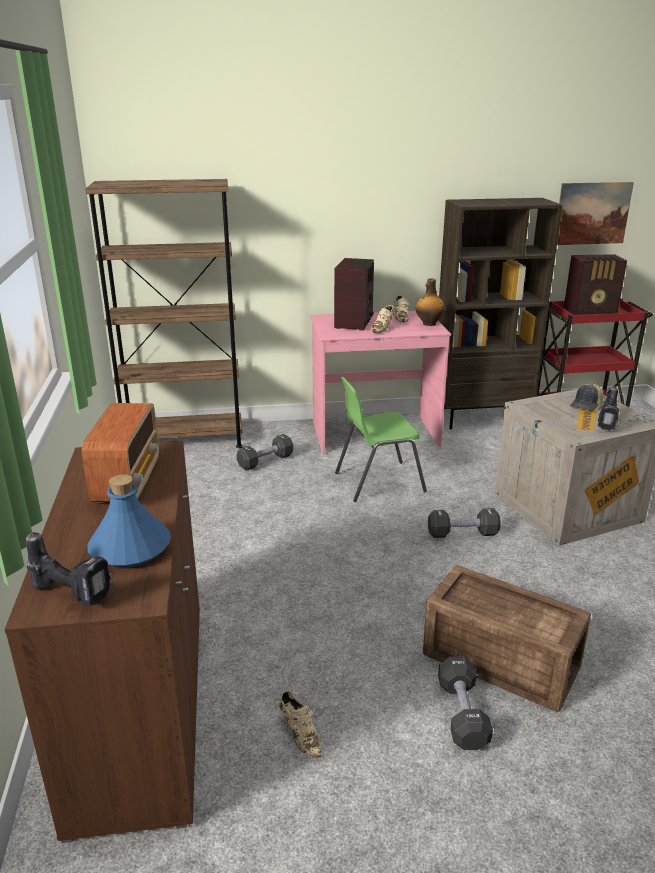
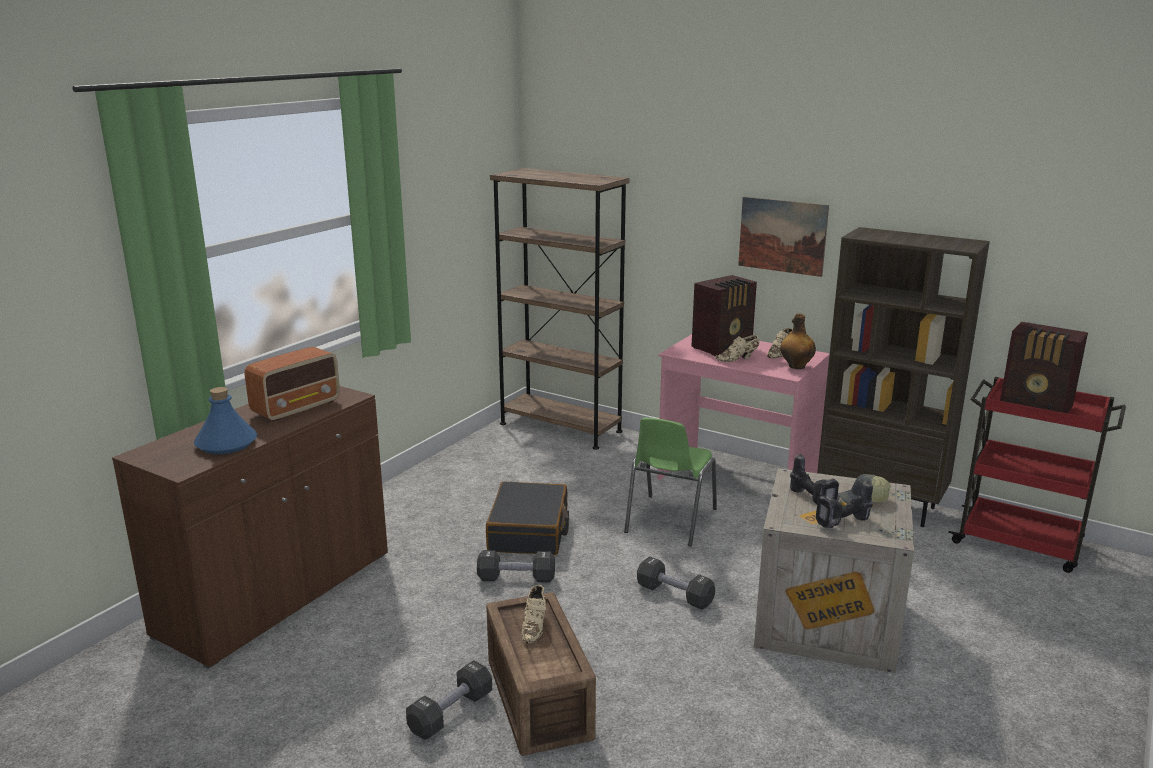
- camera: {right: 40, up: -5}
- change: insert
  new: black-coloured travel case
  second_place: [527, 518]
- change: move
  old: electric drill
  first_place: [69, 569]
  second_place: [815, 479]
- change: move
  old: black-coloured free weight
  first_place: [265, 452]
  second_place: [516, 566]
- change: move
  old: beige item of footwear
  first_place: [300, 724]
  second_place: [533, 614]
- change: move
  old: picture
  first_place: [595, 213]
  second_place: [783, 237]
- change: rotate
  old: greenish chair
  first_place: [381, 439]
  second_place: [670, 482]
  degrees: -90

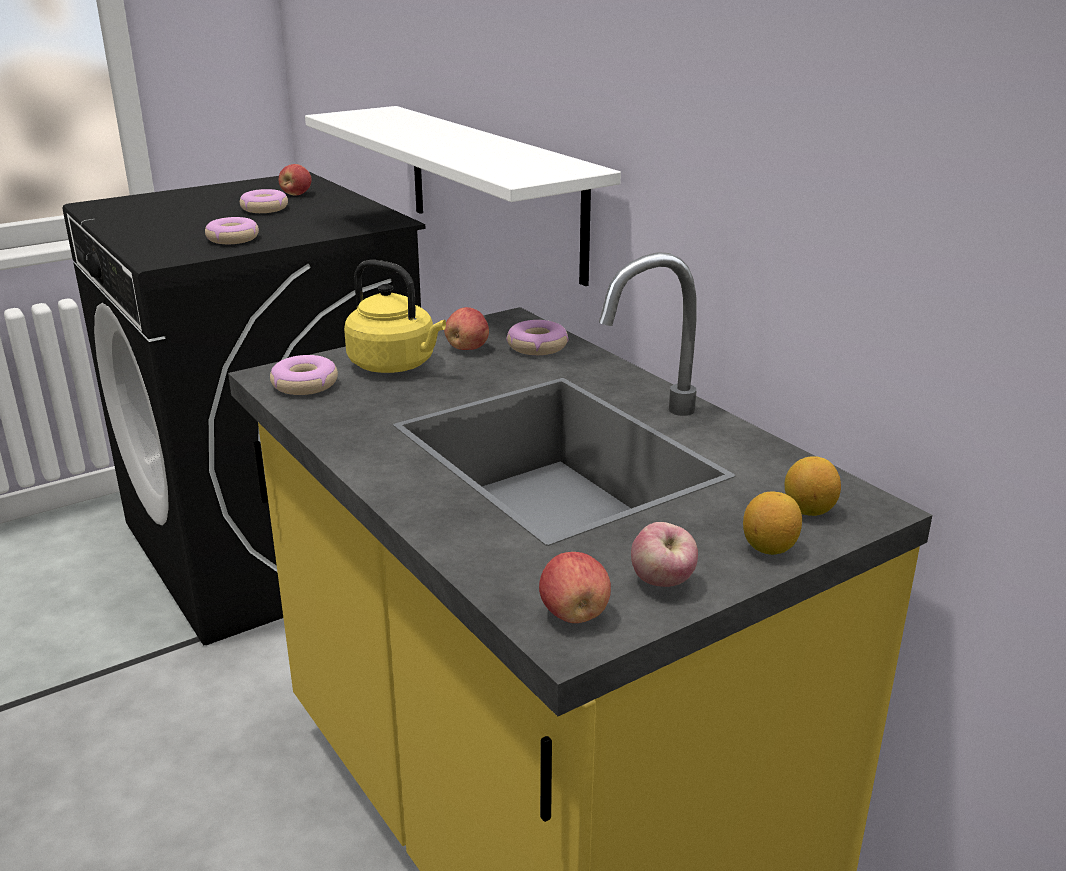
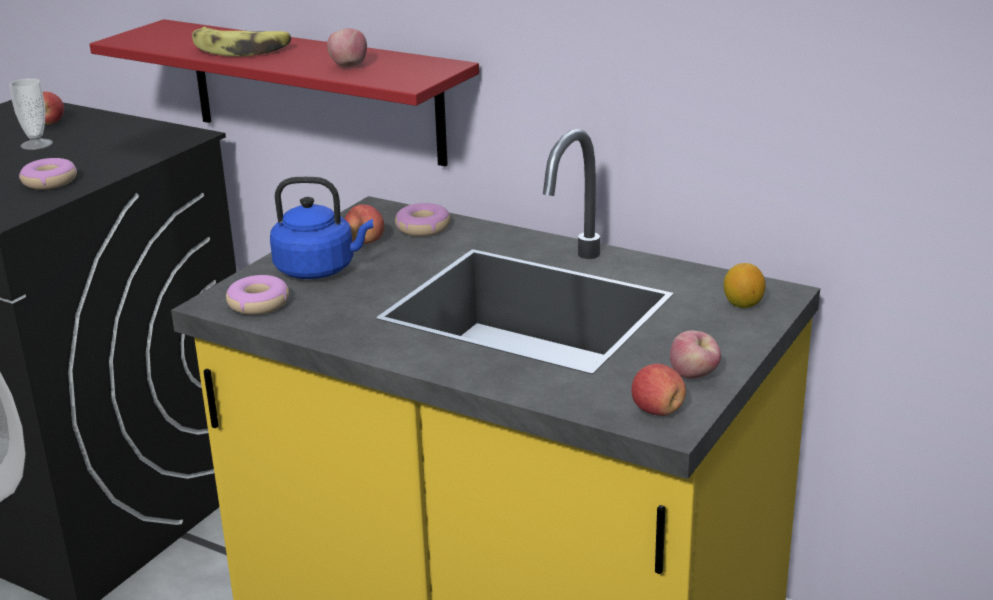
- camera: {right: -25, up: 0}
- change: delete
  old: citrus fruit
  first_place: [772, 523]
- change: insert
  new: banana
  second_place: [241, 42]
- change: insert
  new: apple
  second_place: [347, 47]
- change: replace
  old: donut
  new: small cup
  first_place: [264, 201]
  second_place: [31, 114]
- change: recolor
  old: whitish wall shelf
  new: reddish wall shelf
  first_place: [463, 196]
  second_place: [284, 93]
- change: recolor
  old: yellowish water kettle
  new: bluish water kettle
  first_place: [395, 316]
  second_place: [321, 228]

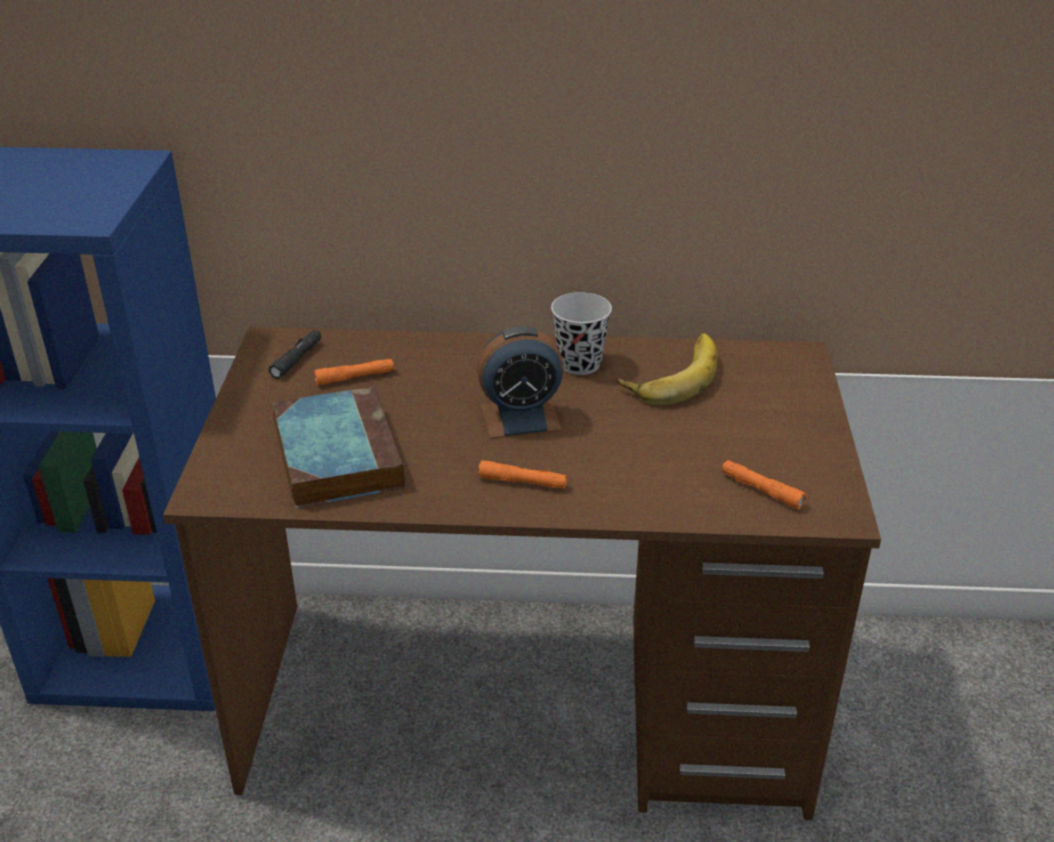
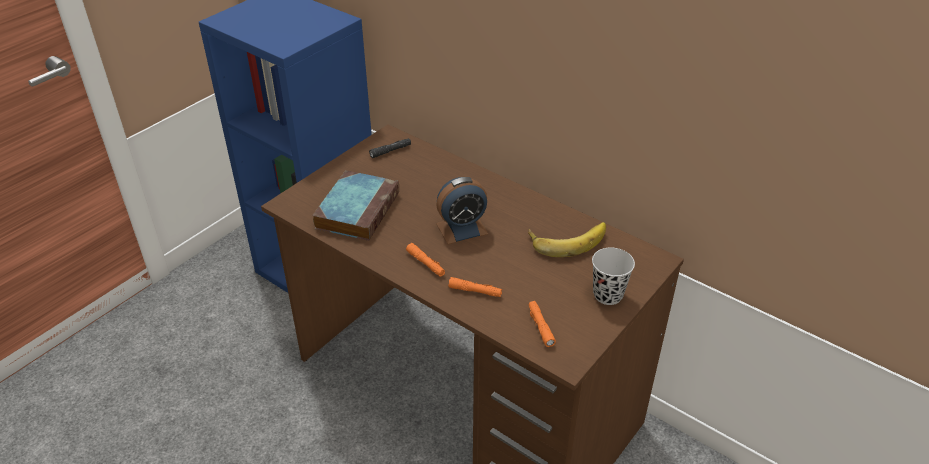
- camera: {right: 35, up: 5}
- change: move
  old: orange-coloured flashlight
  first_place: [354, 372]
  second_place: [475, 287]
- change: move
  old: black-coloured small cup
  first_place: [581, 333]
  second_place: [613, 276]
- change: rotate
  old: bedside clock
  first_place: [520, 382]
  second_place: [462, 210]
  degrees: -45

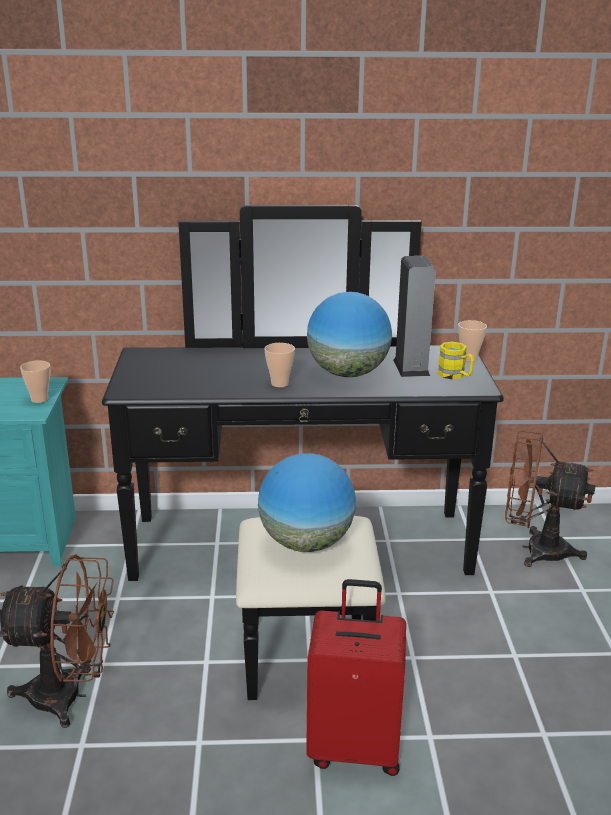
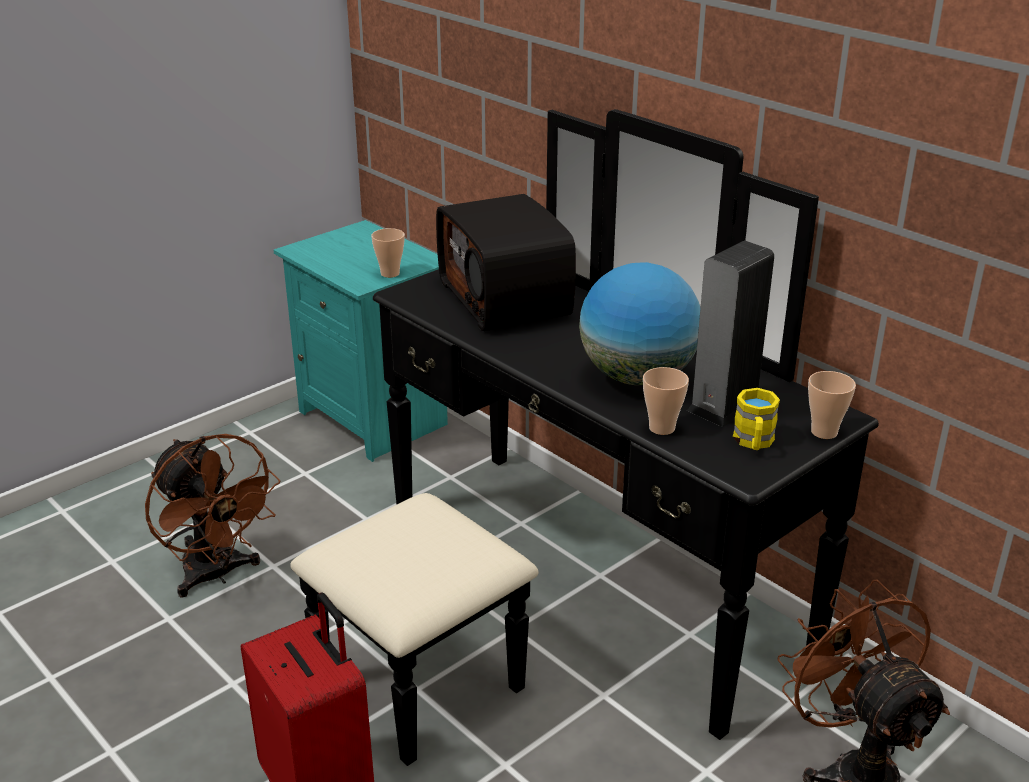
- camera: {right: 50, up: 5}
- change: delete
  old: world globe
  first_place: [307, 502]
- change: insert
  new: radio set
  second_place: [506, 262]
- change: move
  old: small cup
  first_place: [280, 365]
  second_place: [666, 401]

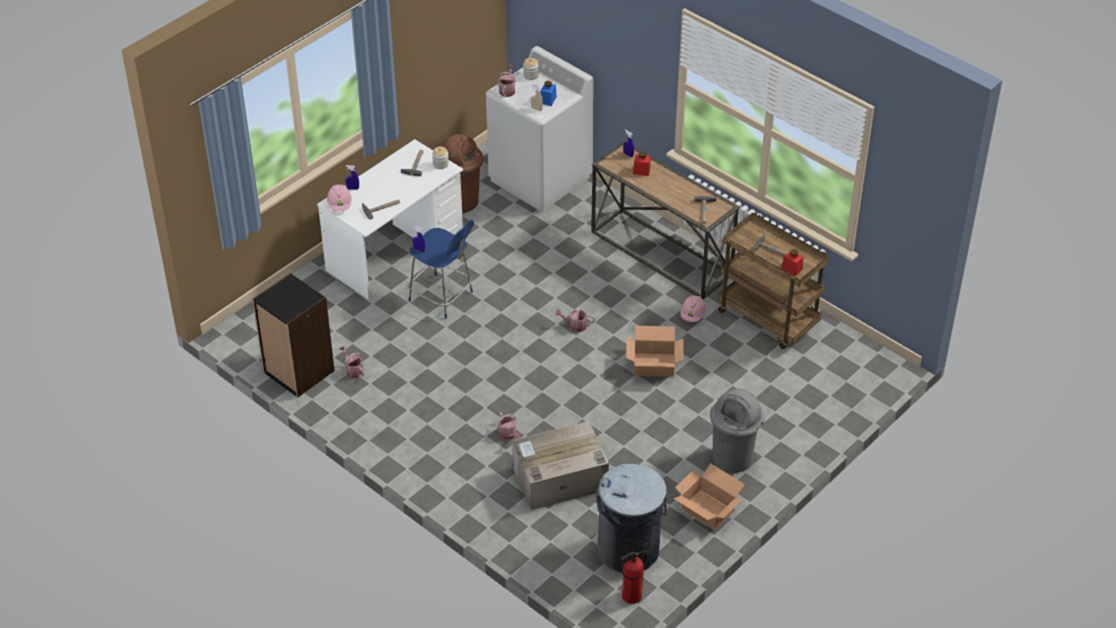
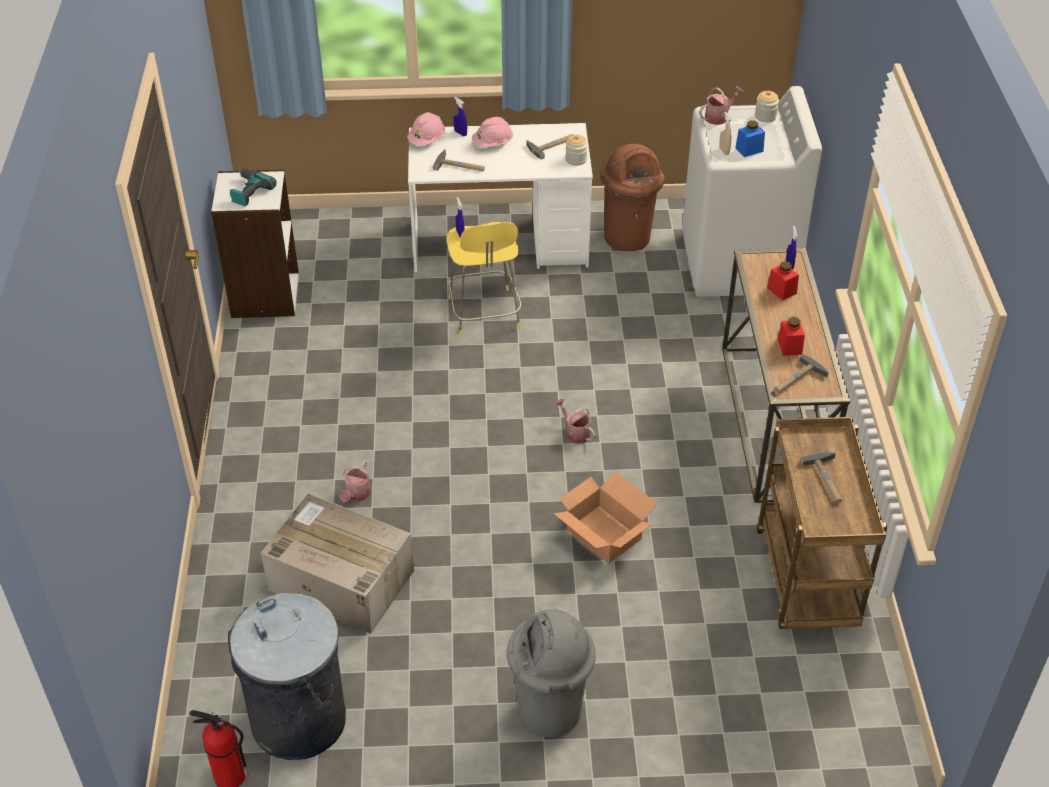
- camera: {right: 45, up: 0}
- change: delete
  old: sprinkling can
  first_place: [351, 362]
- change: delete
  old: carton
  first_place: [709, 496]
- change: insert
  new: electric drill
  second_place: [253, 187]
- change: move
  old: pink-coloured safety helmet
  first_place: [693, 308]
  second_place: [492, 132]
- change: move
  old: reddish storage jar
  first_place: [792, 262]
  second_place: [791, 336]
- change: recolor
  old: black-coloured bookshelf
  new: whitish bookshelf
  first_place: [293, 335]
  second_place: [255, 244]
- change: recolor
  old: bluish stool seat
  new: yellowish stool seat
  first_place: [441, 269]
  second_place: [483, 280]

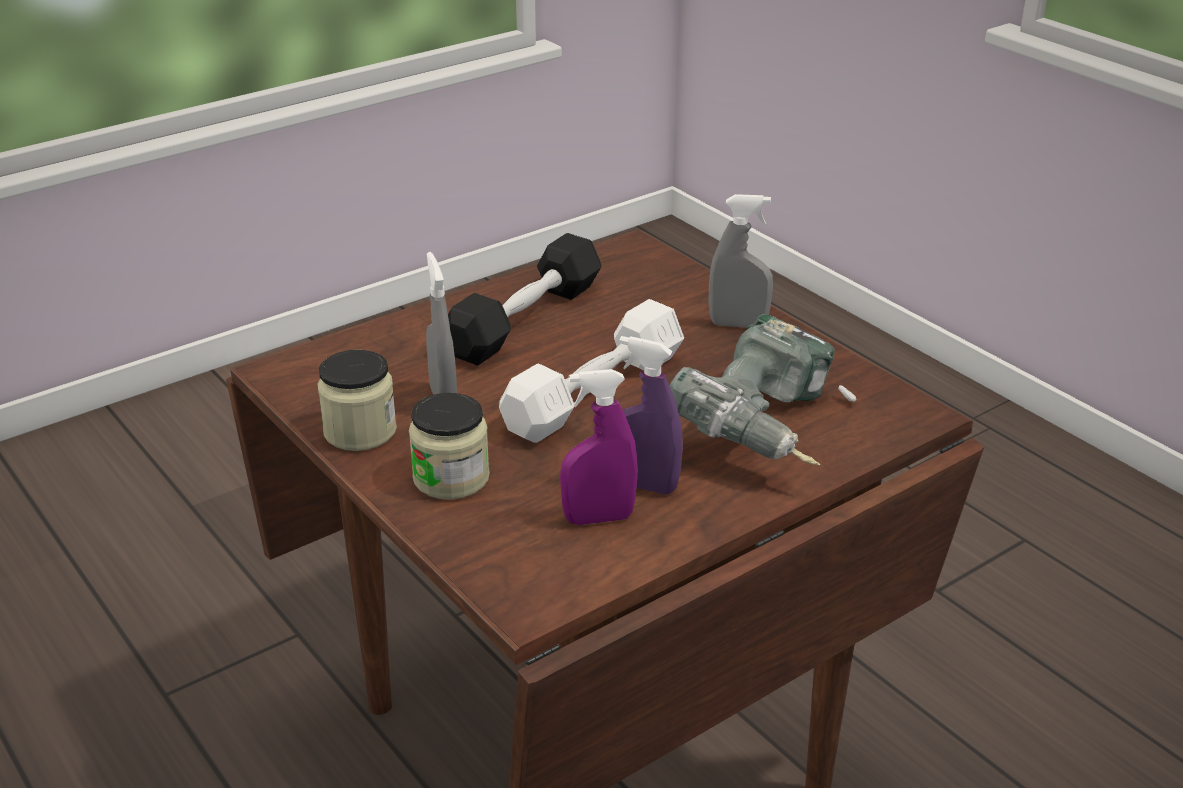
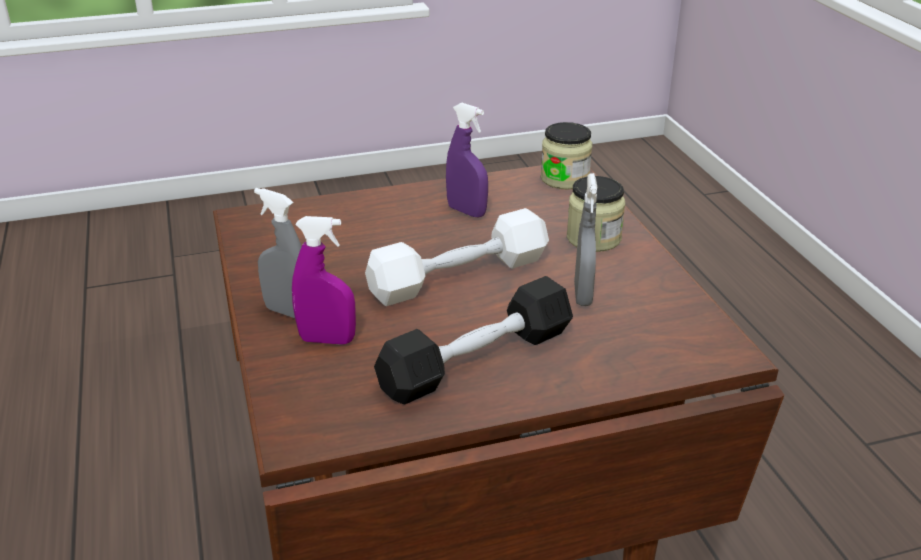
- camera: {right: -160, up: 0}
- change: delete
  old: electric drill
  first_place: [763, 390]
- change: move
  old: storage jar
  first_place: [357, 400]
  second_place: [567, 156]
- change: move
  old: purplish hand sprayer
  first_place: [599, 447]
  second_place: [324, 280]

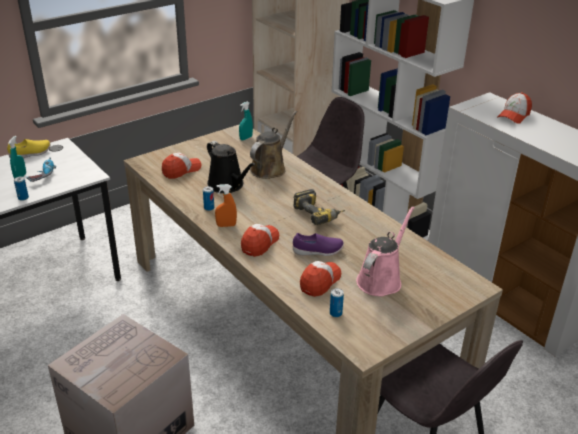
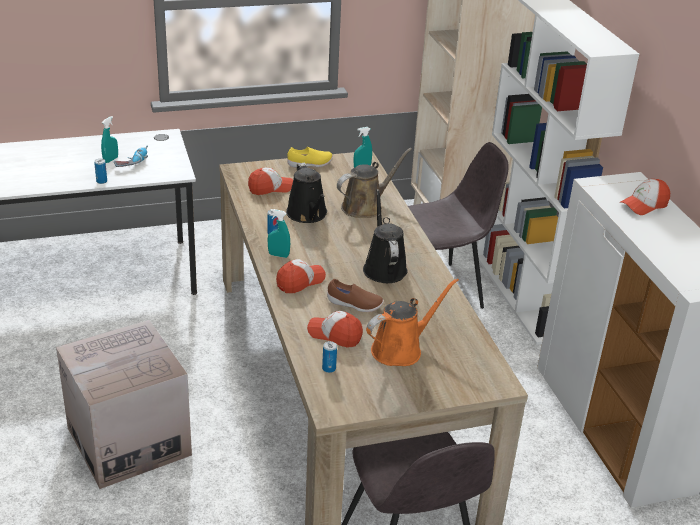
- camera: {right: 20, up: 0}
- change: move
  old: yellowish item of footwear
  first_place: [28, 148]
  second_place: [310, 157]
- change: replace
  old: electric drill
  new: black-coloured sprinkling can
  first_place: [319, 207]
  second_place: [385, 236]
- change: recolor
  old: orange-coloured hand sprayer
  new: turquoise hand sprayer
  first_place: [226, 205]
  second_place: [279, 233]
- change: recolor
  old: purplish item of footwear
  new: brown item of footwear
  first_place: [318, 244]
  second_place: [355, 295]
- change: recolor
  old: pink-coloured sprinkling can
  new: orange-coloured sprinkling can
  first_place: [385, 251]
  second_place: [412, 322]
- change: rotate
  old: cap
  first_place: [320, 279]
  second_place: [335, 329]
  degrees: -120

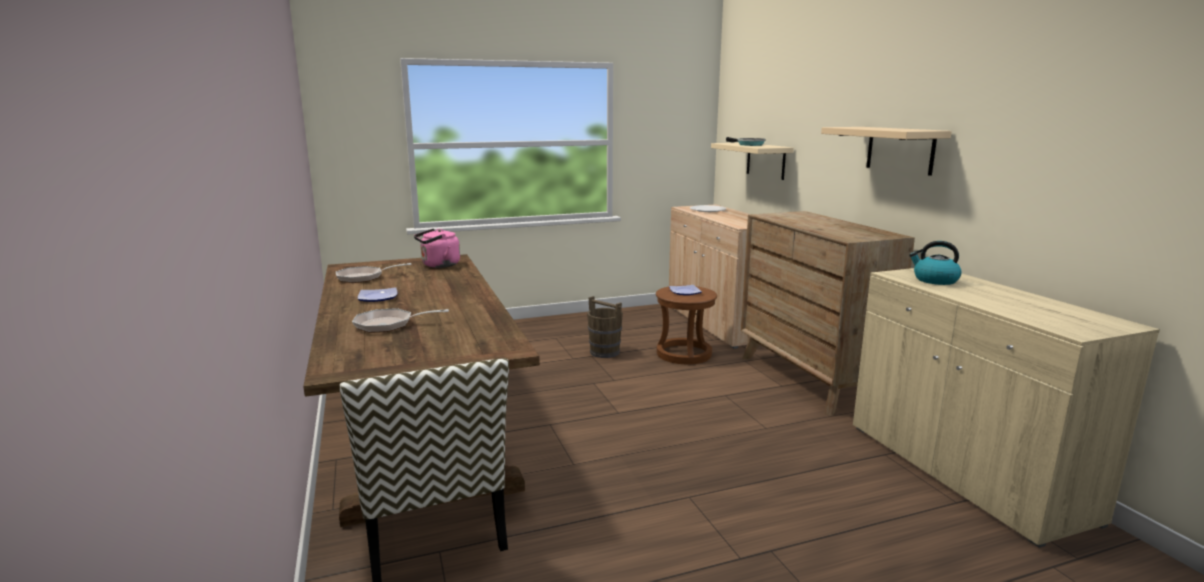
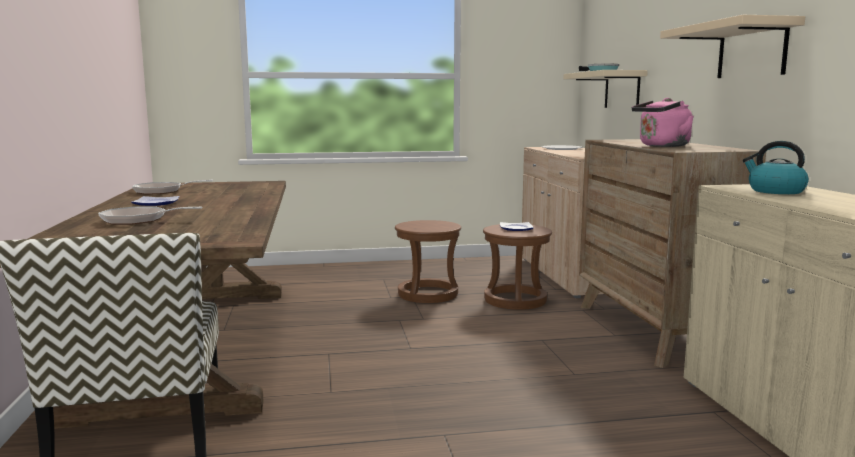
- camera: {right: 10, up: -5}
- change: move
  old: pink-coloured water kettle
  first_place: [437, 248]
  second_place: [663, 122]
- change: replace
  old: brown pail
  new: brown stool seat
  first_place: [605, 327]
  second_place: [428, 261]

